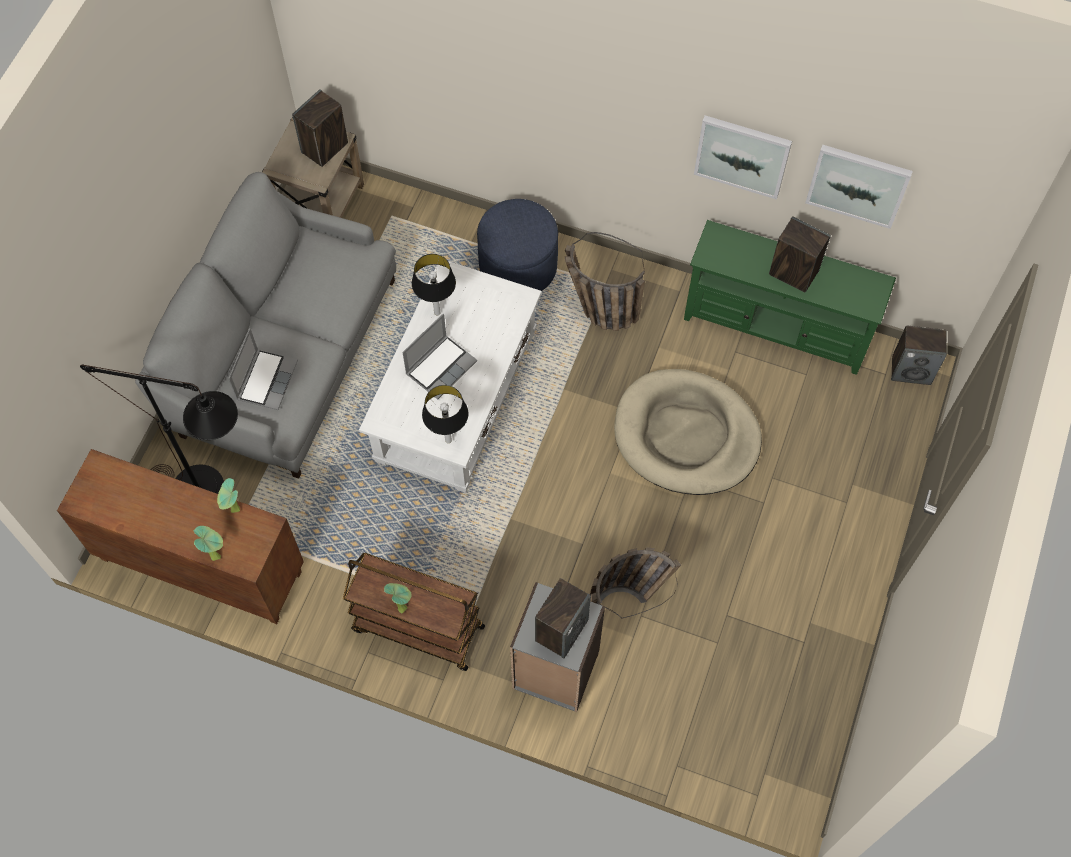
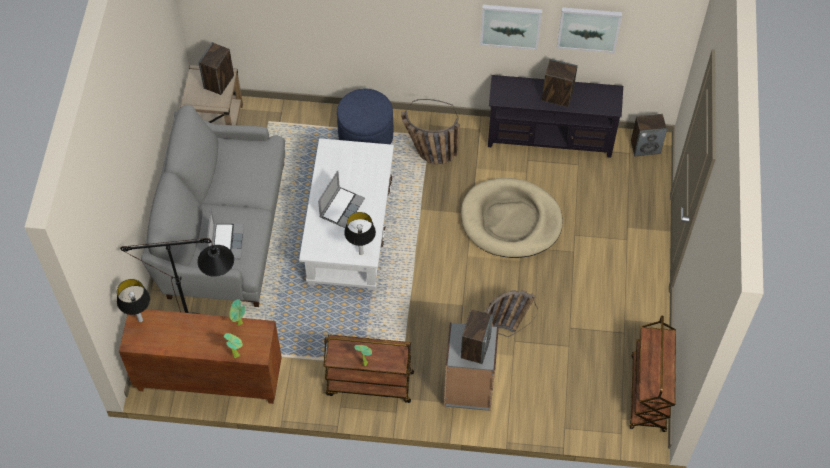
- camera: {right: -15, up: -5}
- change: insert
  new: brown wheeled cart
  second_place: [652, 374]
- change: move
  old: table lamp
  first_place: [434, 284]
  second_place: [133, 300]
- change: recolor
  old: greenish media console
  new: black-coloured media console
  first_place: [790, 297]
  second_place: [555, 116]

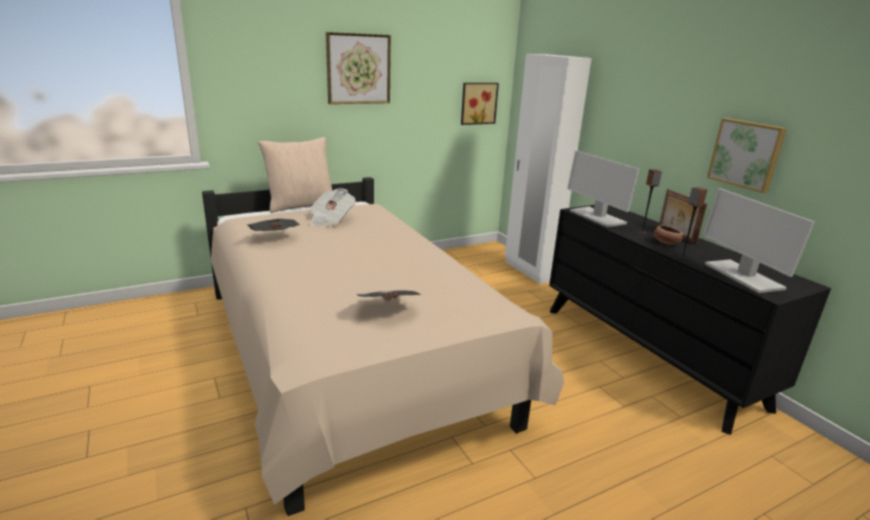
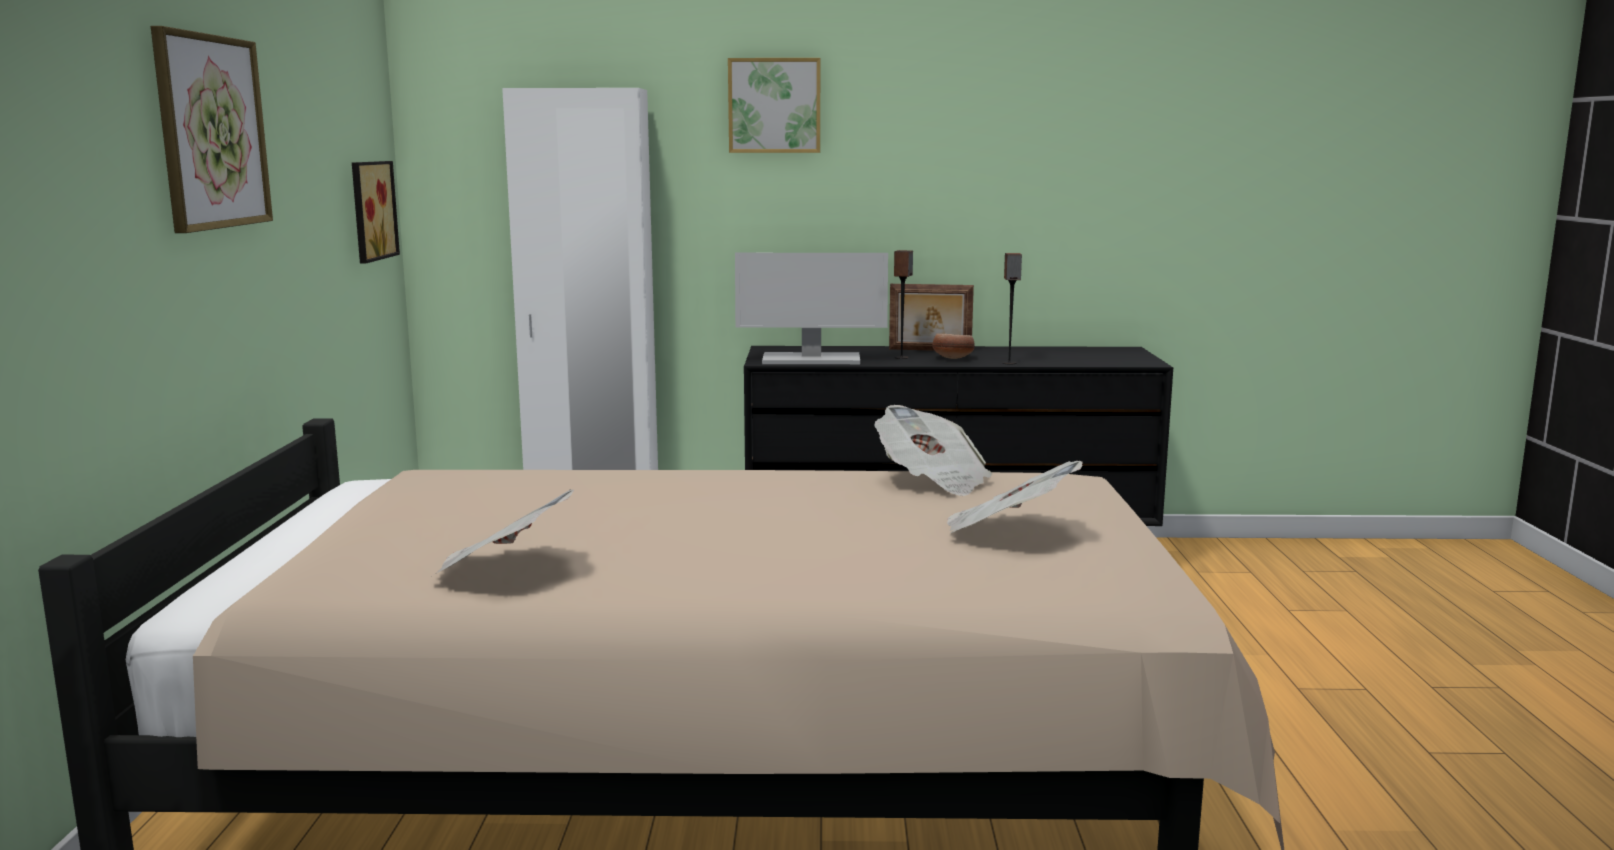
- camera: {right: -60, up: -10}
- change: delete
  old: beige throw pillow
  first_place: [295, 175]
- change: delete
  old: monitor
  first_place: [759, 240]
- change: move
  old: newspaper
  first_place: [333, 207]
  second_place: [933, 450]
- change: move
  old: picture
  first_place: [747, 155]
  second_place: [774, 105]

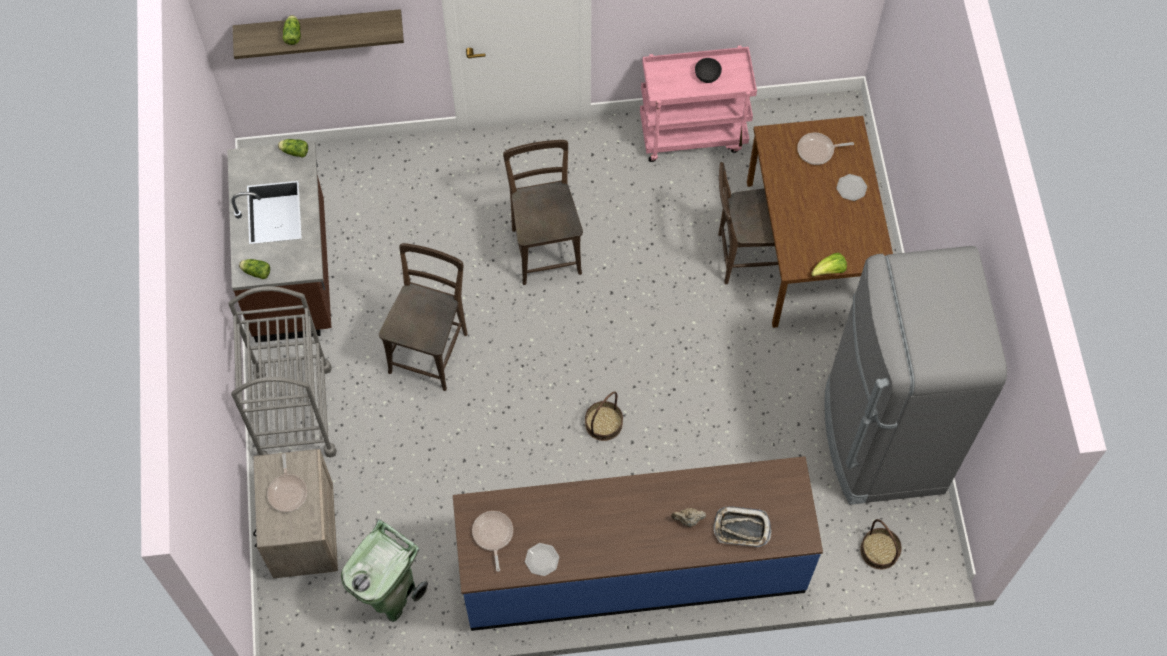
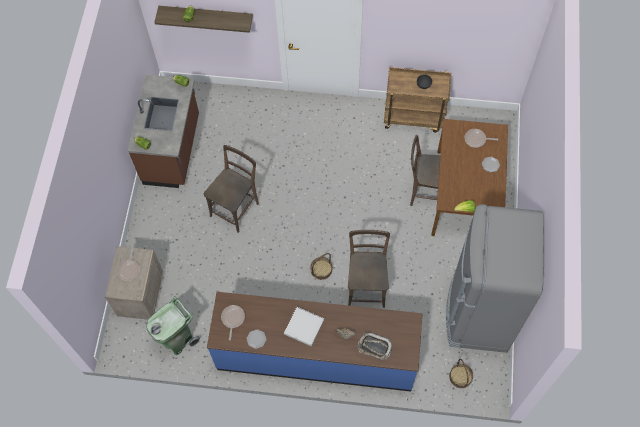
- camera: {right: 15, up: 0}
- change: delete
  old: grey wheeled cart
  first_place: [282, 372]
- change: insert
  new: whitish carrying tray
  second_place: [304, 327]
- change: move
  old: brown chair
  first_place: [543, 212]
  second_place: [369, 269]
- change: recolor
  old: pink-coloured wheeled cart
  new: brown wheeled cart
  first_place: [698, 103]
  second_place: [417, 100]

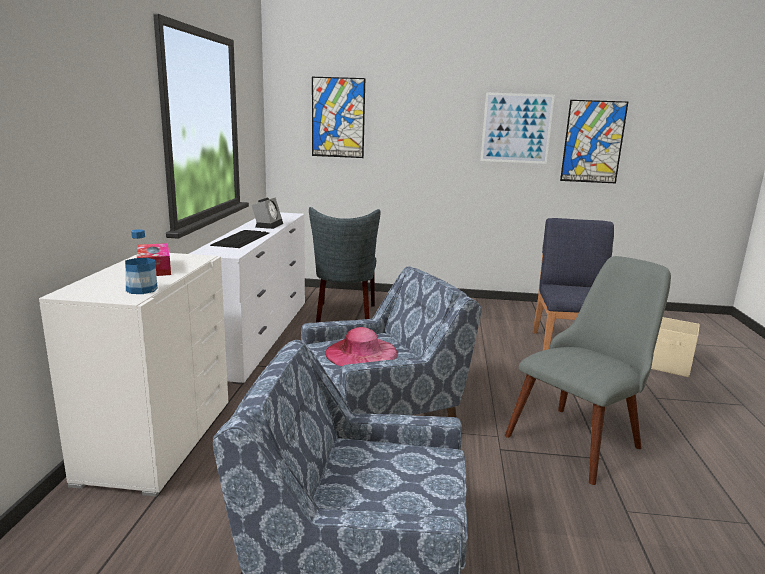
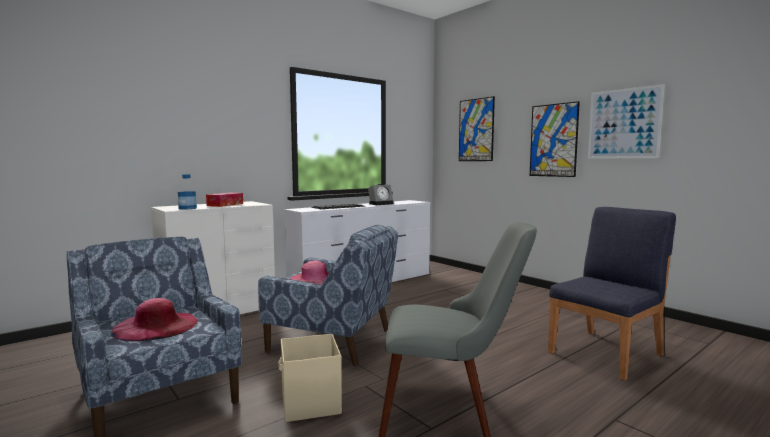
- camera: {right: 45, up: -10}
- change: delete
  old: grey chair
  first_place: [344, 264]
- change: insert
  new: pink-coloured wearable hat
  second_place: [154, 319]
- change: move
  old: picture
  first_place: [594, 141]
  second_place: [555, 139]
- change: move
  old: beige storage bin
  first_place: [675, 347]
  second_place: [310, 378]

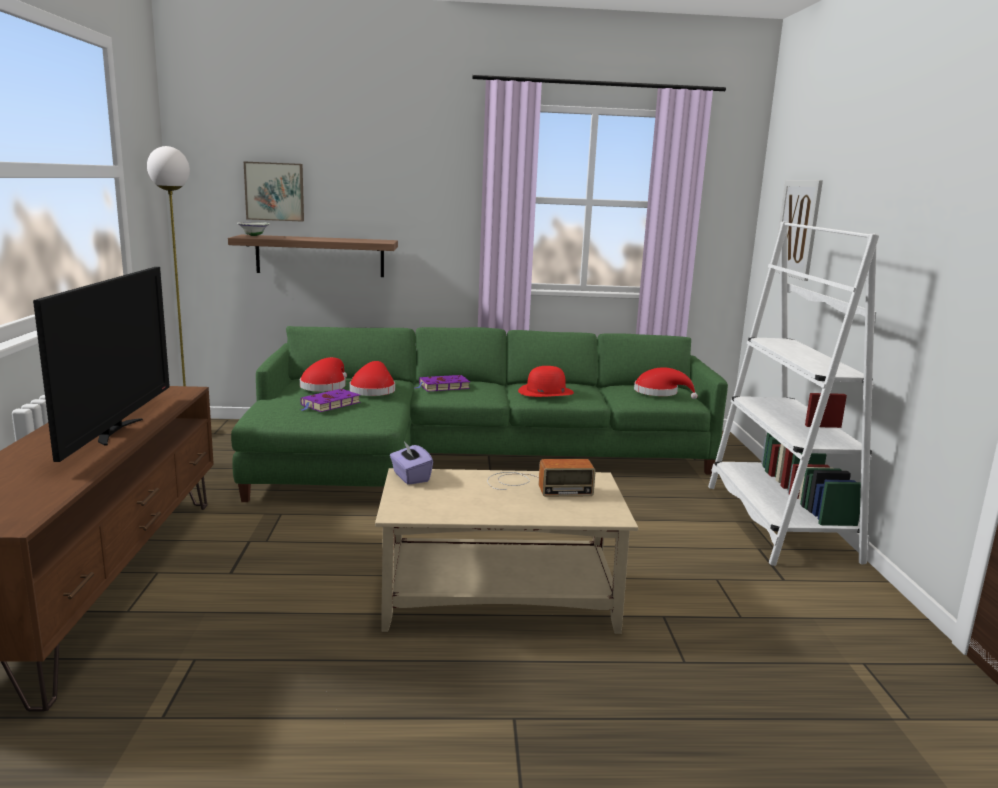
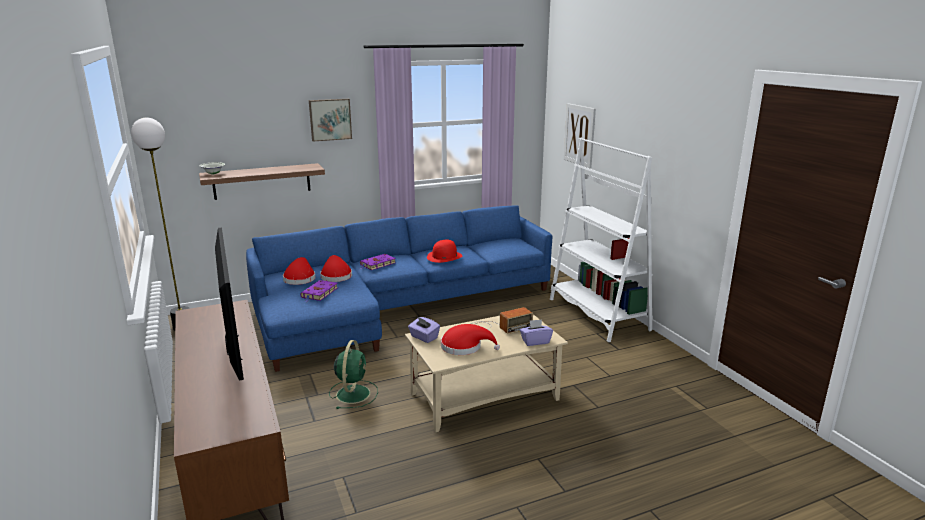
- camera: {right: -20, up: 5}
- change: insert
  new: greenish cooling fan
  second_place: [353, 374]
- change: insert
  new: purplish tissue holder
  second_place: [536, 332]
- change: move
  old: picture
  first_place: [274, 192]
  second_place: [330, 120]
- change: move
  old: reddish wearable hat
  first_place: [666, 383]
  second_place: [470, 339]
- change: recolor
  old: greenish sofa
  new: bluish sofa
  first_place: [479, 414]
  second_place: [399, 288]

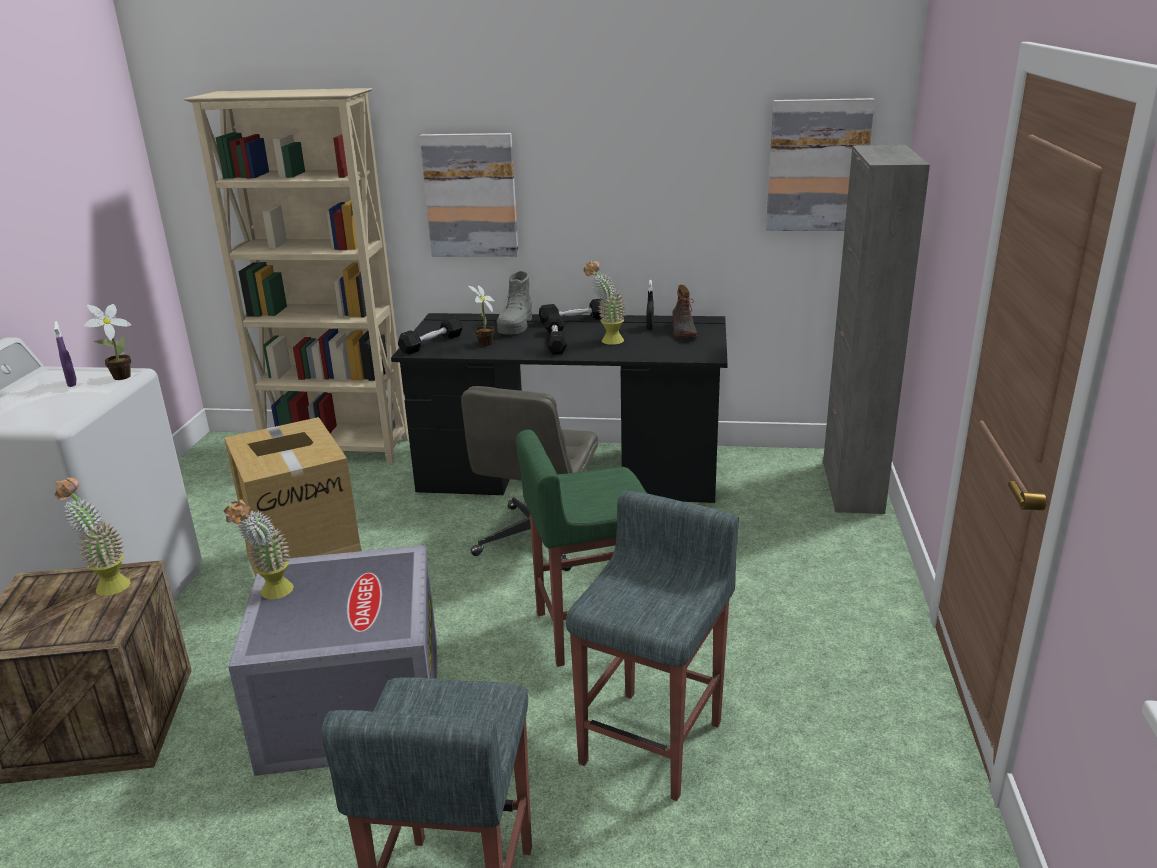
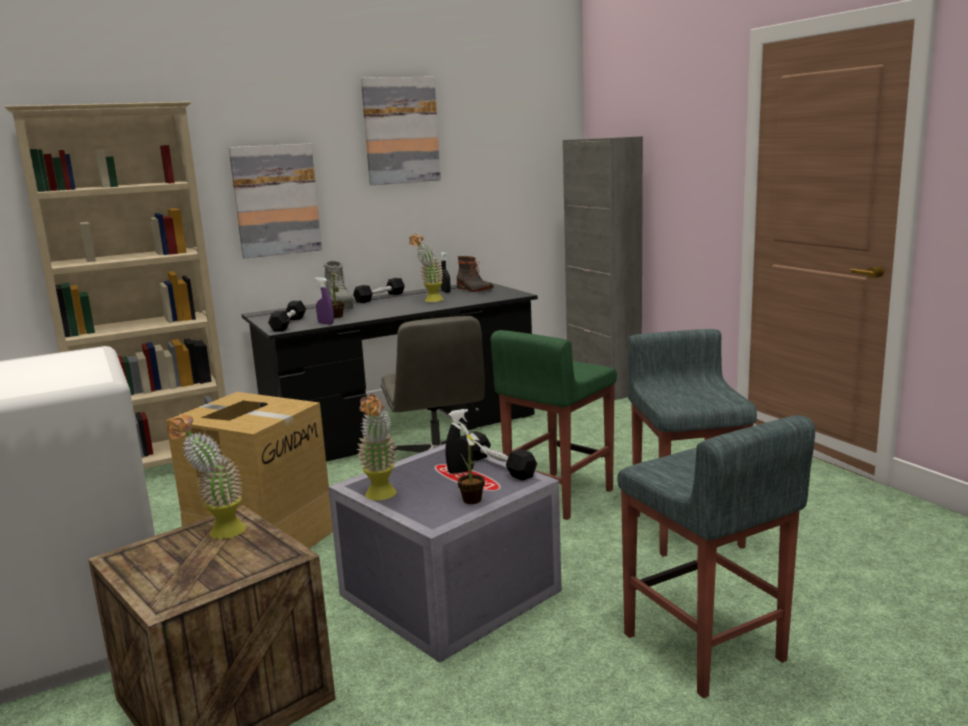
- camera: {right: -35, up: -10}
- change: insert
  new: black-coloured hand sprayer
  second_place: [459, 441]
- change: move
  old: purplish hand sprayer
  first_place: [65, 354]
  second_place: [324, 300]
- change: move
  old: potted plant
  first_place: [107, 342]
  second_place: [470, 462]
- change: move
  old: black-coloured free weight
  first_place: [556, 334]
  second_place: [500, 456]
- change: move
  old: picture
  first_place: [820, 164]
  second_place: [401, 131]

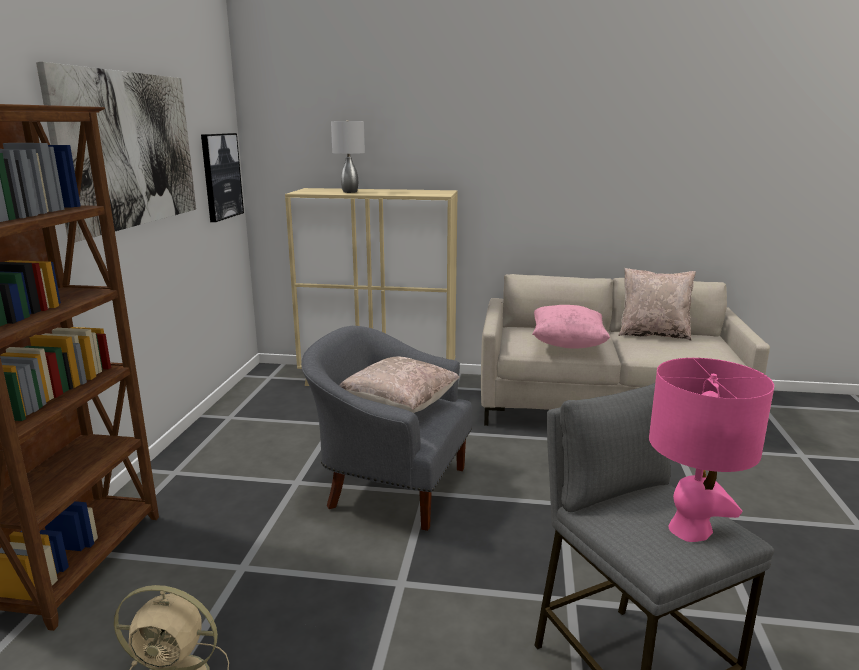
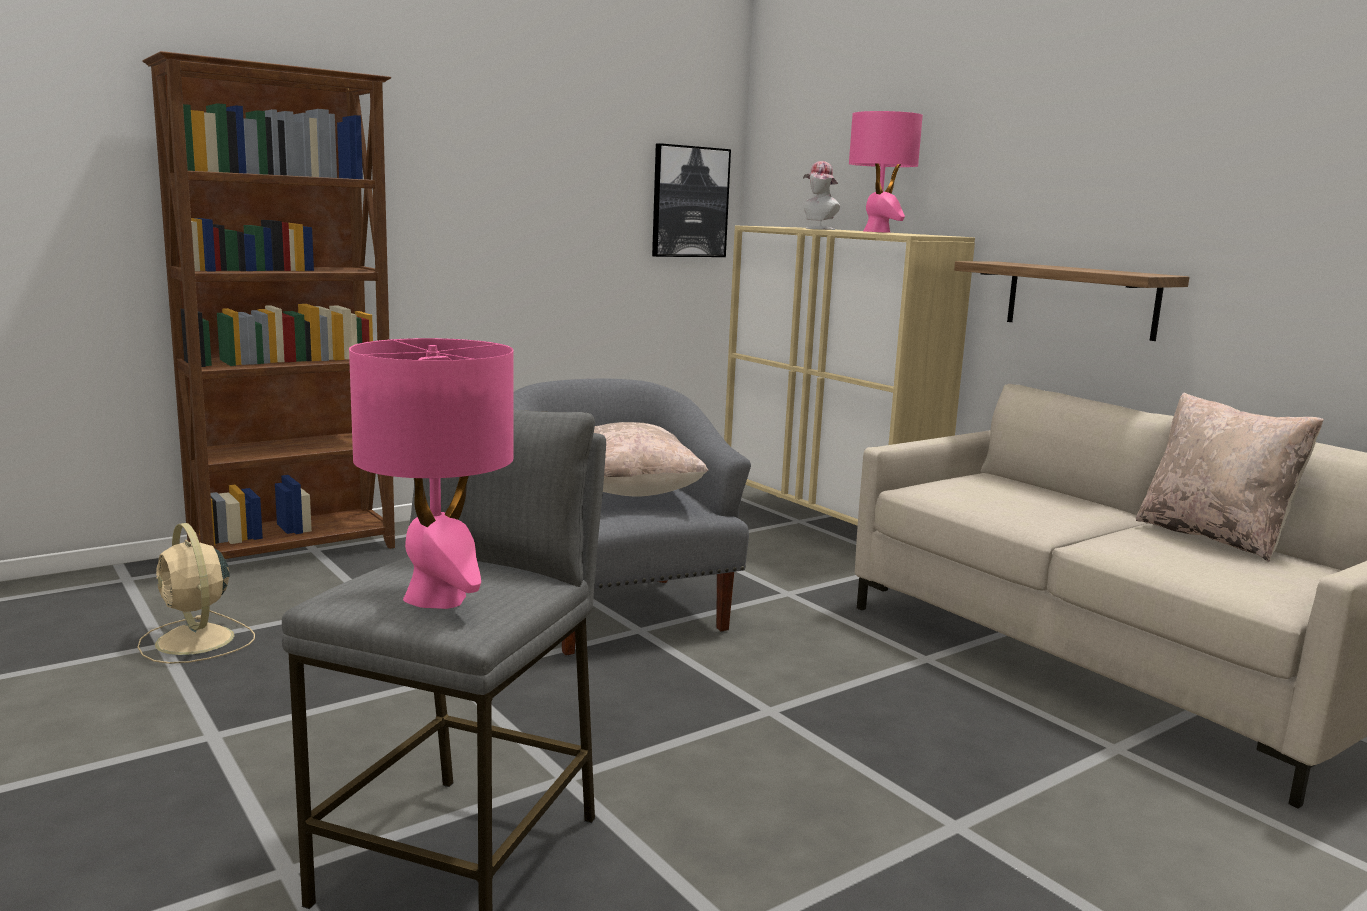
- camera: {right: 45, up: -5}
- change: delete
  old: picture
  first_place: [116, 152]
- change: delete
  old: pink-coloured throw pillow
  first_place: [571, 327]
- change: insert
  new: pink-coloured table lamp
  second_place: [886, 172]
- change: insert
  new: wall shelf
  second_place: [1071, 301]
- change: replace
  old: grey table lamp
  new: wearable hat
  first_place: [348, 156]
  second_place: [821, 195]

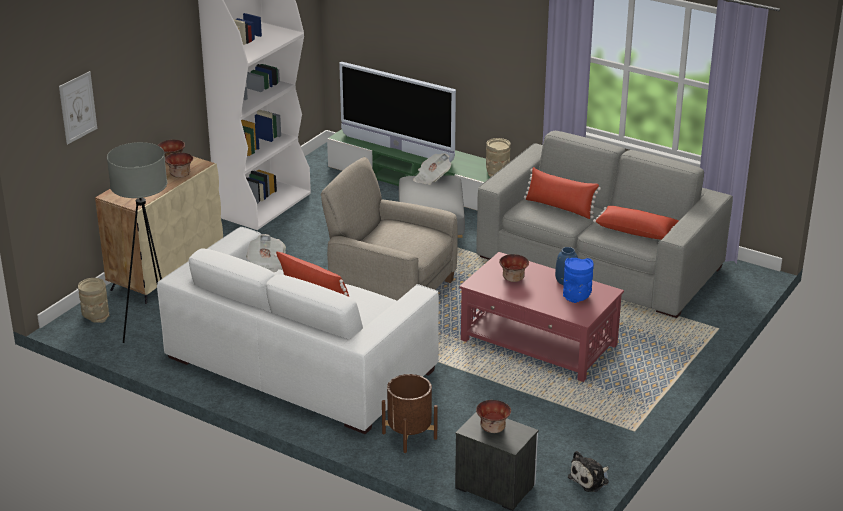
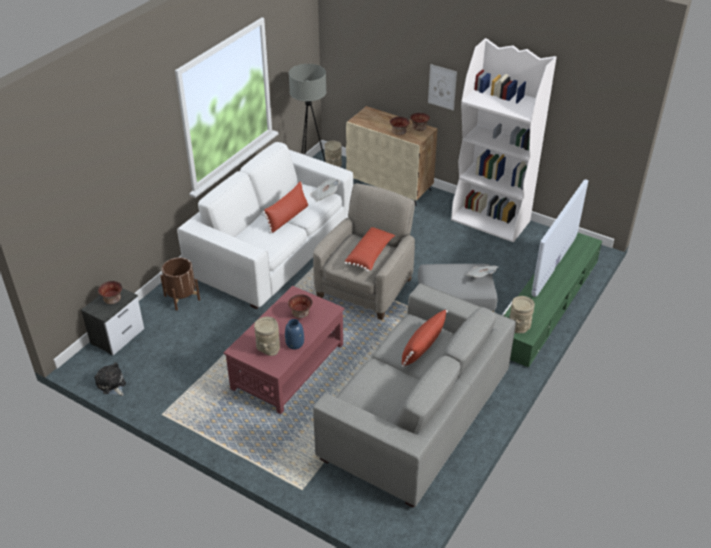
- camera: {right: 90, up: 10}
- change: move
  old: picture
  first_place: [78, 107]
  second_place: [442, 87]
- change: move
  old: reddish throw pillow
  first_place: [636, 223]
  second_place: [370, 249]
- change: recolor
  old: bluish flower vase
  new: beige flower vase
  first_place: [578, 280]
  second_place: [267, 336]

